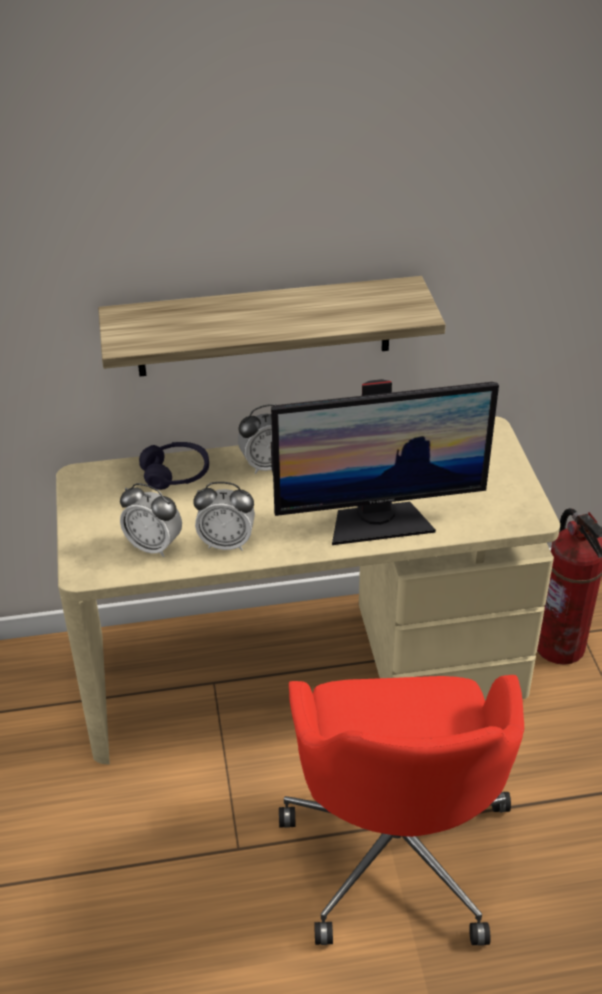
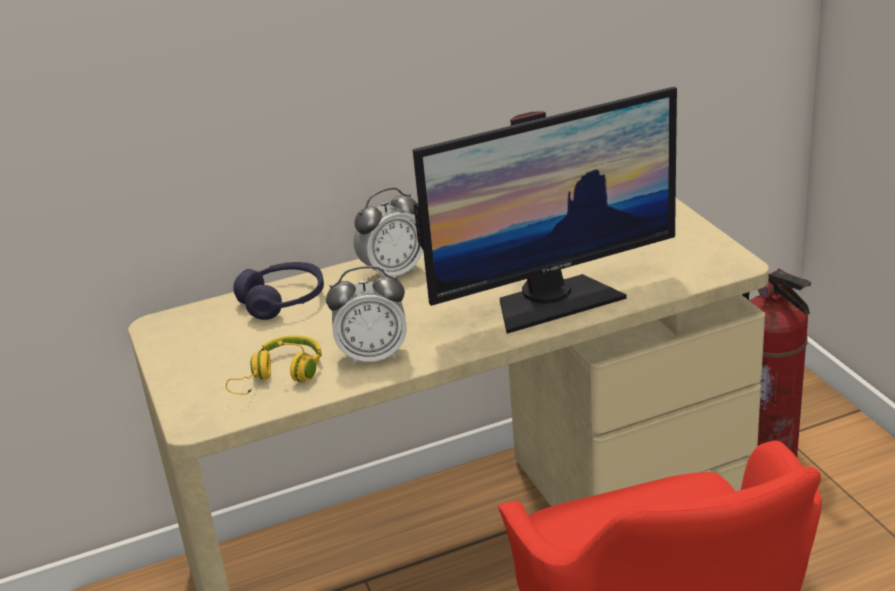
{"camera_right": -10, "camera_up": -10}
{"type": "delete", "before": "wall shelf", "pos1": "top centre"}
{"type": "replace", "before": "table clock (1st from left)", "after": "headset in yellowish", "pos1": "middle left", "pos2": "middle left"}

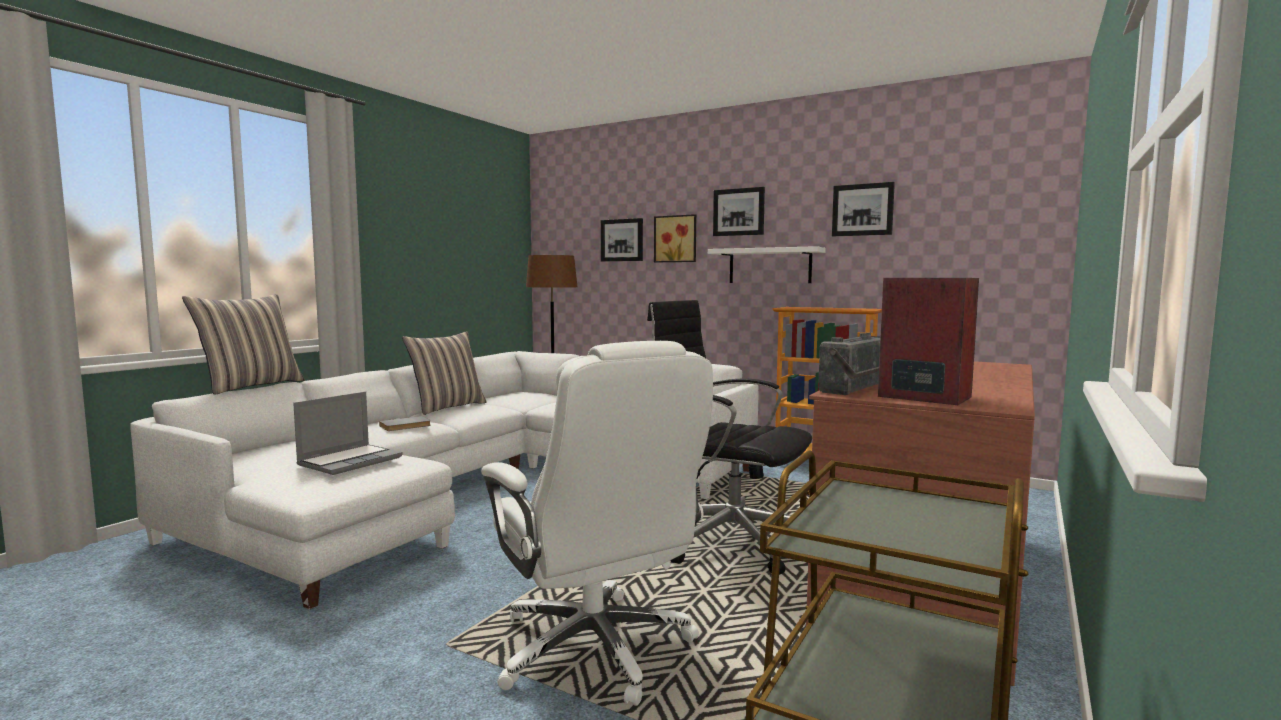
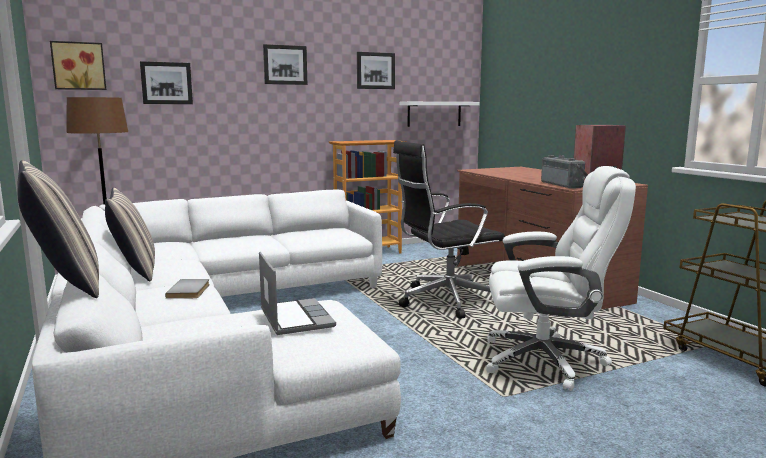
{"camera_right": -55, "camera_up": 5}
{"type": "move", "before": "picture (2nd from left in the first image)", "after": "picture (1st from left)", "pos1": "top centre", "pos2": "top left"}
{"type": "move", "before": "wall shelf in white", "pos1": "centre", "pos2": "top centre"}

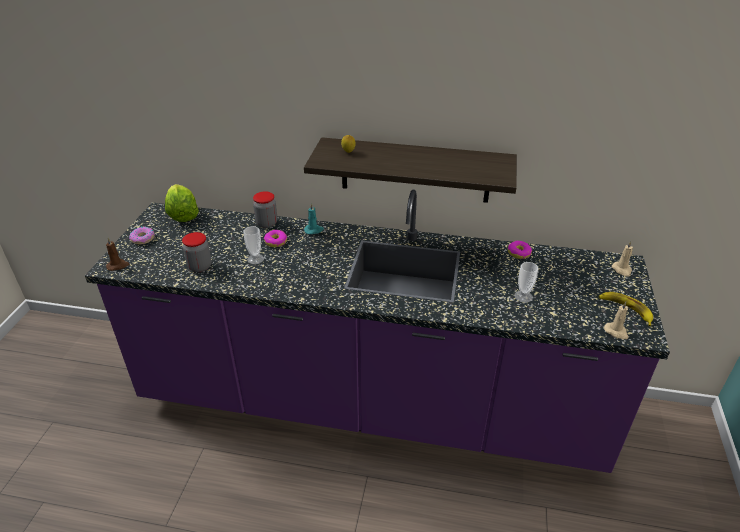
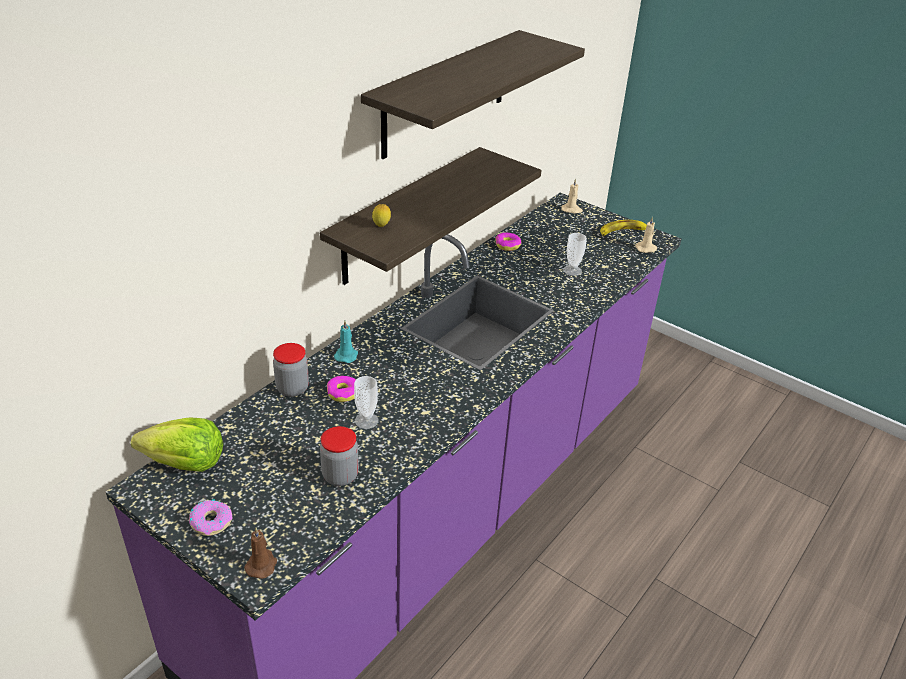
{"camera_right": -65, "camera_up": 0}
{"type": "insert", "after": "wall shelf (2nd from left)", "pos2": "top centre"}

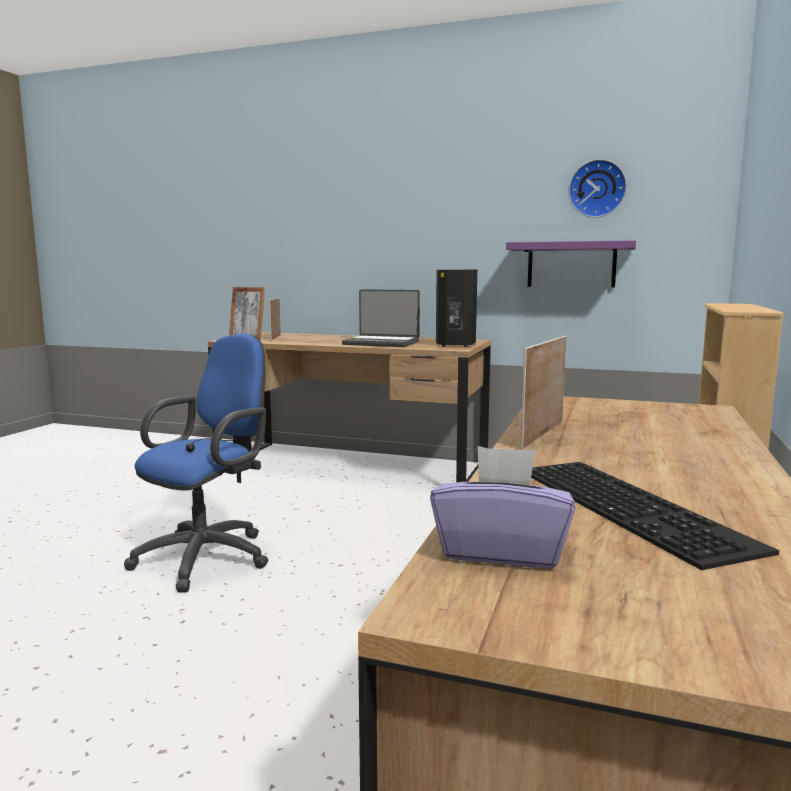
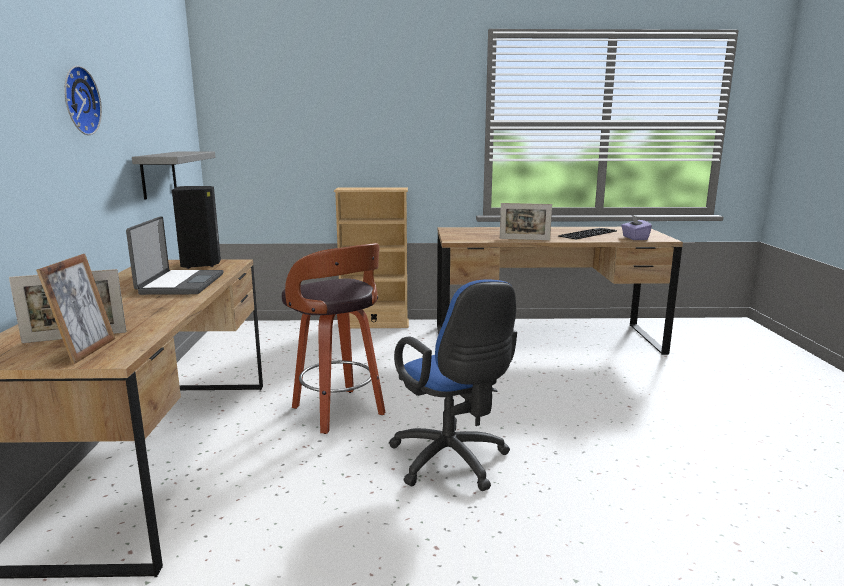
{"camera_right": -110, "camera_up": 5}
{"type": "insert", "after": "sitting stool", "pos2": "centre"}
{"type": "move", "before": "wall clock", "pos1": "top right", "pos2": "top left"}
{"type": "recolor", "before": "wall shelf in purple", "after": "wall shelf in grey", "pos1": "top right", "pos2": "top left"}
{"type": "rotate", "before": "office chair in blue-coloured", "pos1": "middle left", "pos2": "centre", "turn": -135}

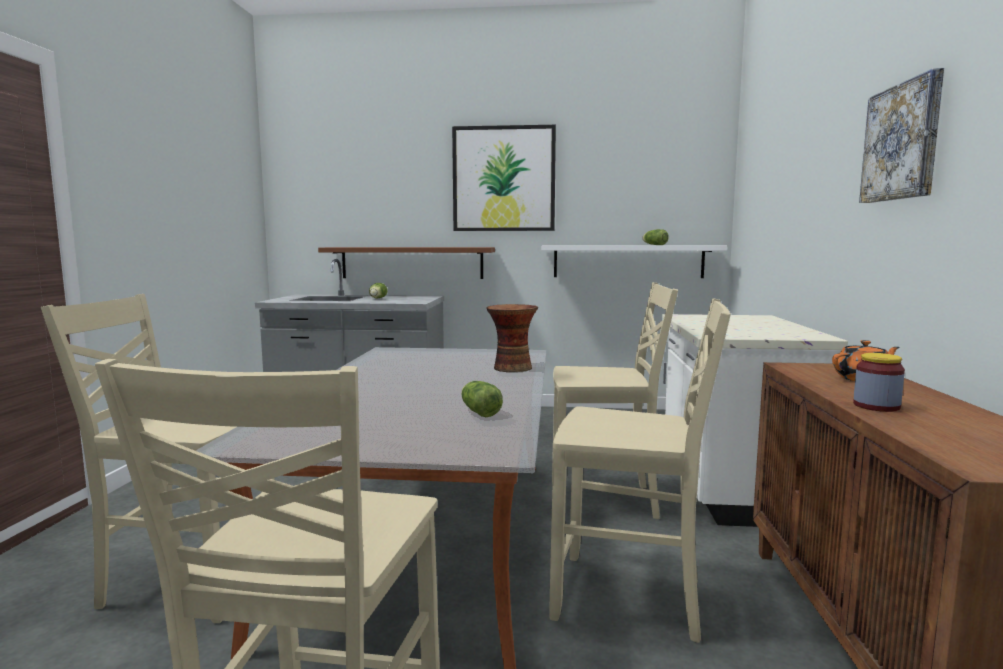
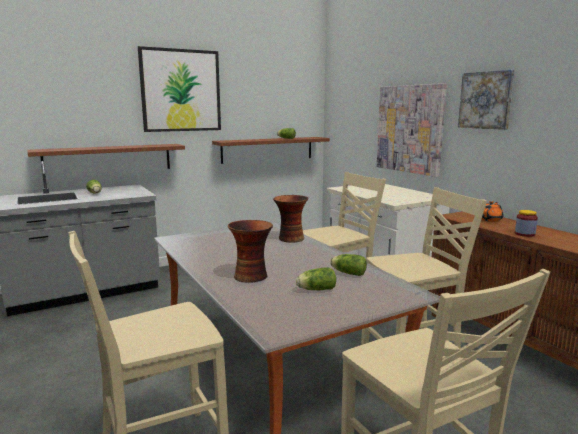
{"camera_right": -35, "camera_up": 5}
{"type": "insert", "after": "vase (1st from left)", "pos2": "centre"}
{"type": "insert", "after": "lettuce (3rd from left)", "pos2": "centre"}
{"type": "insert", "after": "picture (2nd from left)", "pos2": "top right"}
{"type": "recolor", "before": "wall shelf in white", "after": "wall shelf in brownish (2nd from left)", "pos1": "centre", "pos2": "centre"}

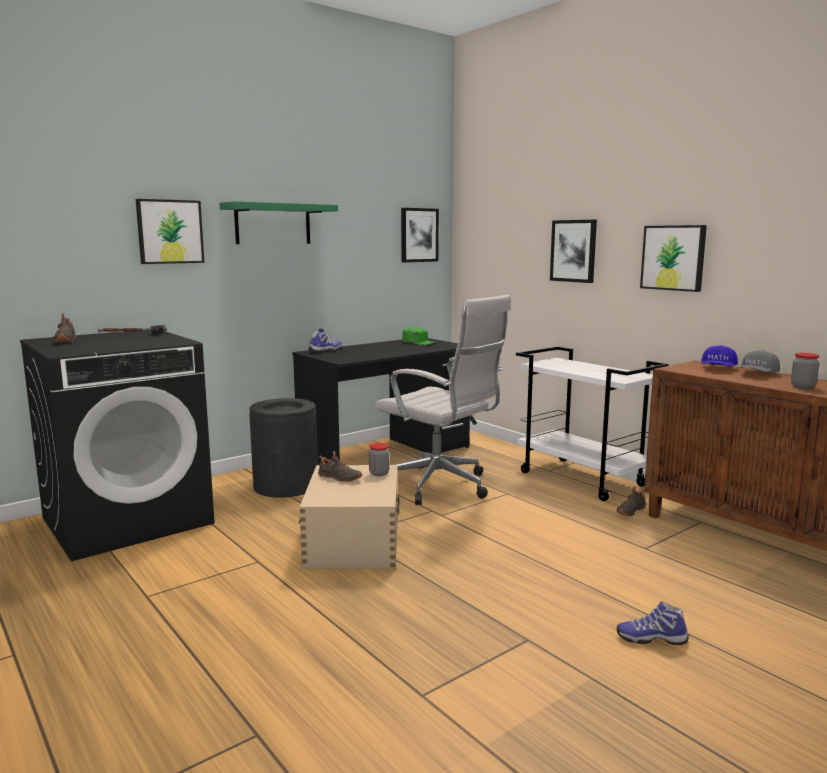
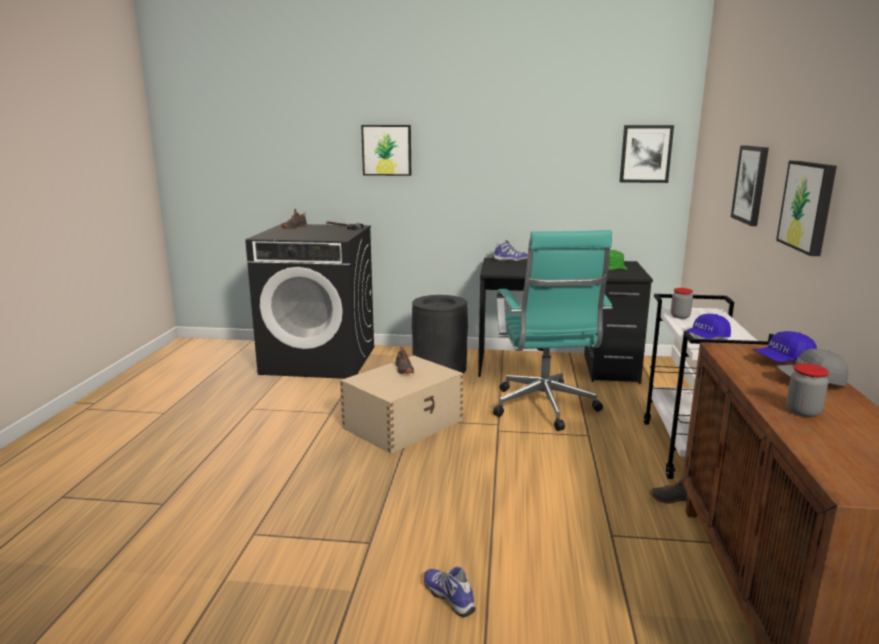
{"camera_right": 45, "camera_up": 5}
{"type": "delete", "before": "wall shelf in green", "pos1": "top centre"}
{"type": "insert", "after": "baseball cap in blue-coloured (1st from left)", "pos2": "middle right"}
{"type": "move", "before": "jar (1st from left)", "pos1": "centre", "pos2": "middle right"}
{"type": "recolor", "before": "office chair in white", "after": "office chair in turquoise", "pos1": "centre", "pos2": "centre"}

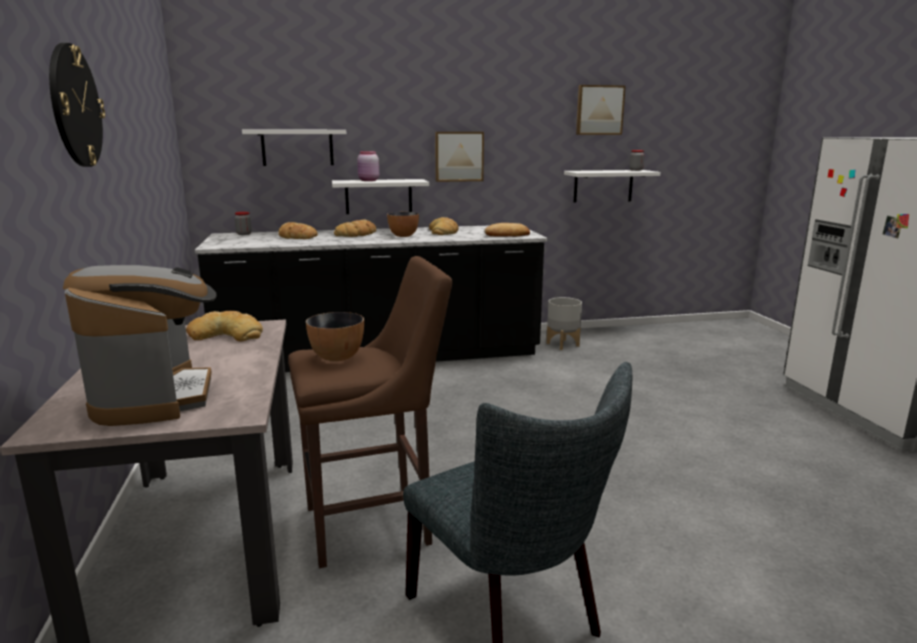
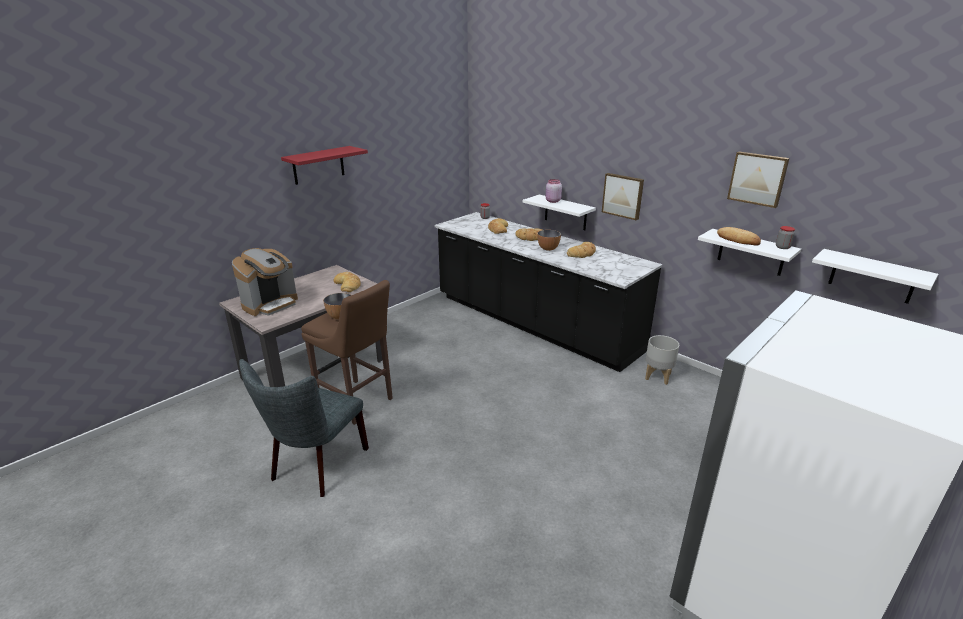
{"camera_right": 55, "camera_up": 10}
{"type": "move", "before": "wall shelf in white (1st from left in the first image)", "after": "wall shelf in white (3rd from left)", "pos1": "top left", "pos2": "middle right"}
{"type": "move", "before": "bakery bread (5th from left)", "pos1": "centre", "pos2": "middle right"}
{"type": "replace", "before": "wall clock", "after": "wall shelf in red-coloured", "pos1": "top left", "pos2": "top centre"}

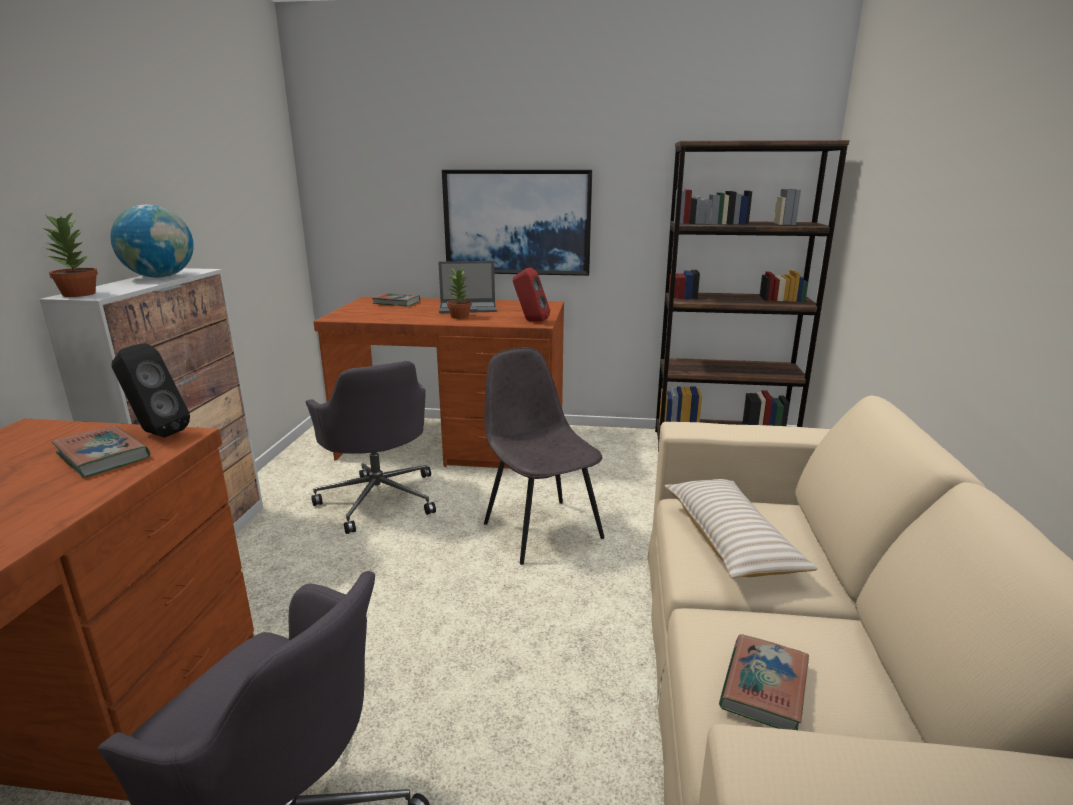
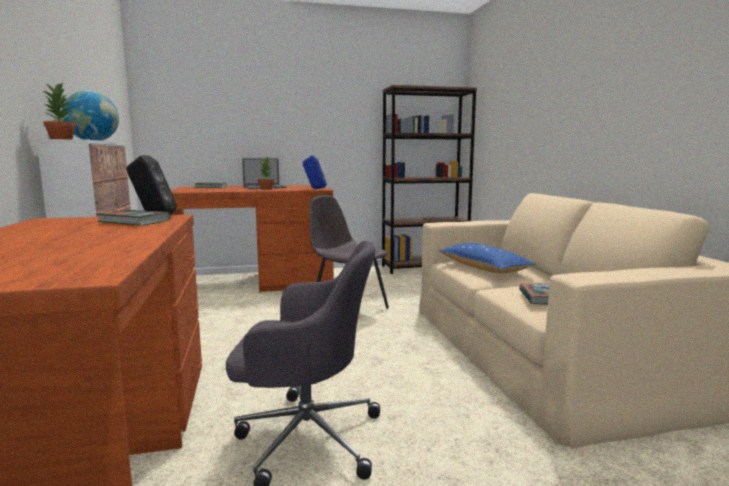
{"camera_right": -20, "camera_up": -10}
{"type": "delete", "before": "office chair in grey (2nd from left)", "pos1": "centre"}
{"type": "delete", "before": "picture", "pos1": "top centre"}
{"type": "recolor", "before": "audio speaker in red-coloured", "after": "audio speaker in blue-coloured", "pos1": "centre", "pos2": "centre"}
{"type": "recolor", "before": "cushion in beige-coloured", "after": "cushion in blue-coloured", "pos1": "middle right", "pos2": "middle right"}

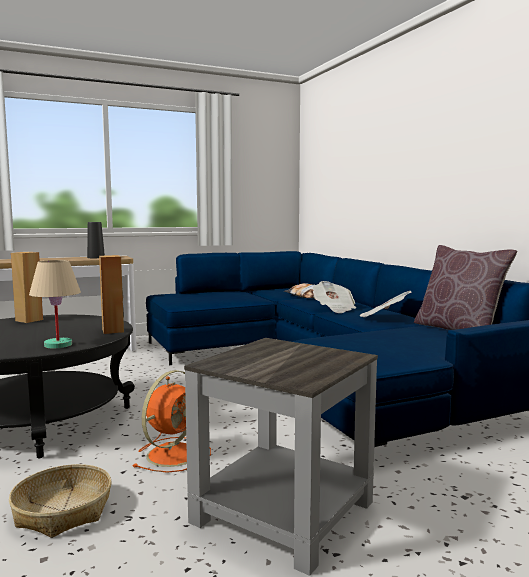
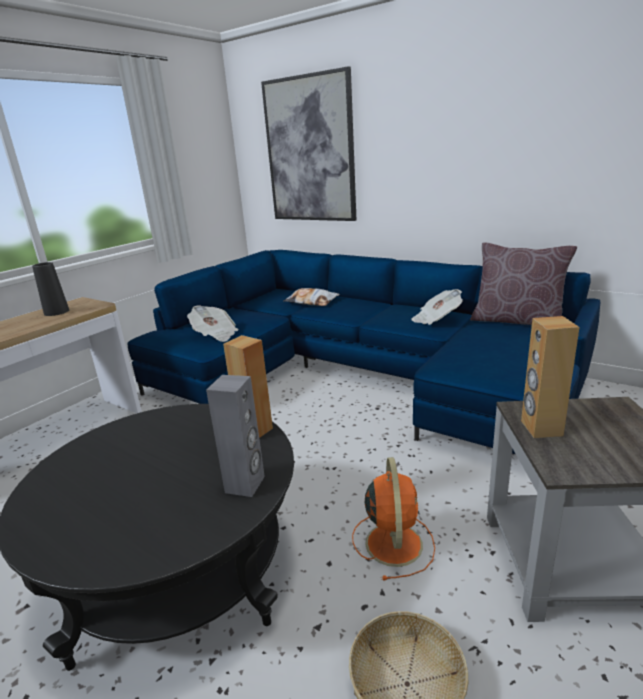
{"camera_right": -30, "camera_up": 15}
{"type": "insert", "after": "picture", "pos2": "top centre"}
{"type": "move", "before": "audio speaker in brownish (1st from left in the first image)", "after": "audio speaker in brownish (2nd from left)", "pos1": "middle left", "pos2": "middle right"}
{"type": "move", "before": "printed paper (1st from left)", "pos1": "centre", "pos2": "middle left"}
{"type": "replace", "before": "table lamp in beige-coloured", "after": "audio speaker in grey", "pos1": "middle left", "pos2": "centre"}

